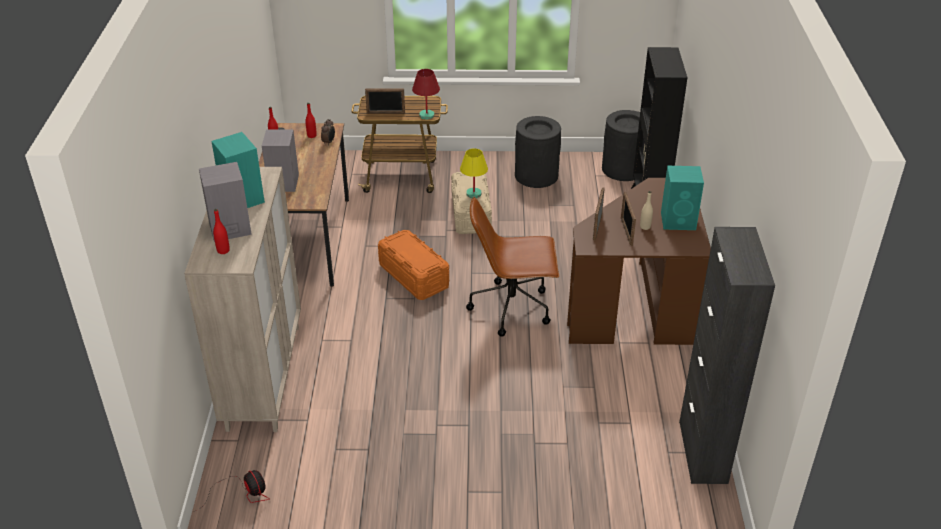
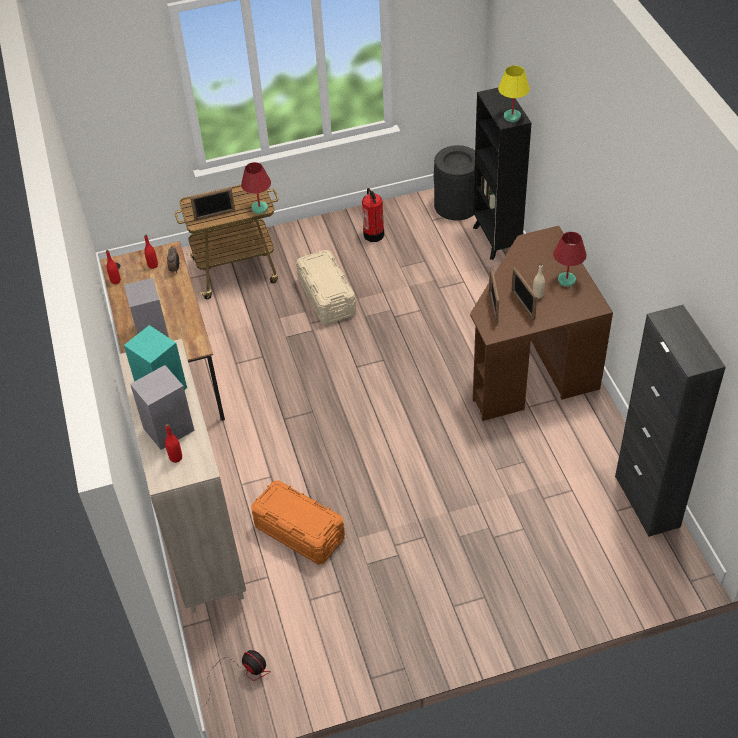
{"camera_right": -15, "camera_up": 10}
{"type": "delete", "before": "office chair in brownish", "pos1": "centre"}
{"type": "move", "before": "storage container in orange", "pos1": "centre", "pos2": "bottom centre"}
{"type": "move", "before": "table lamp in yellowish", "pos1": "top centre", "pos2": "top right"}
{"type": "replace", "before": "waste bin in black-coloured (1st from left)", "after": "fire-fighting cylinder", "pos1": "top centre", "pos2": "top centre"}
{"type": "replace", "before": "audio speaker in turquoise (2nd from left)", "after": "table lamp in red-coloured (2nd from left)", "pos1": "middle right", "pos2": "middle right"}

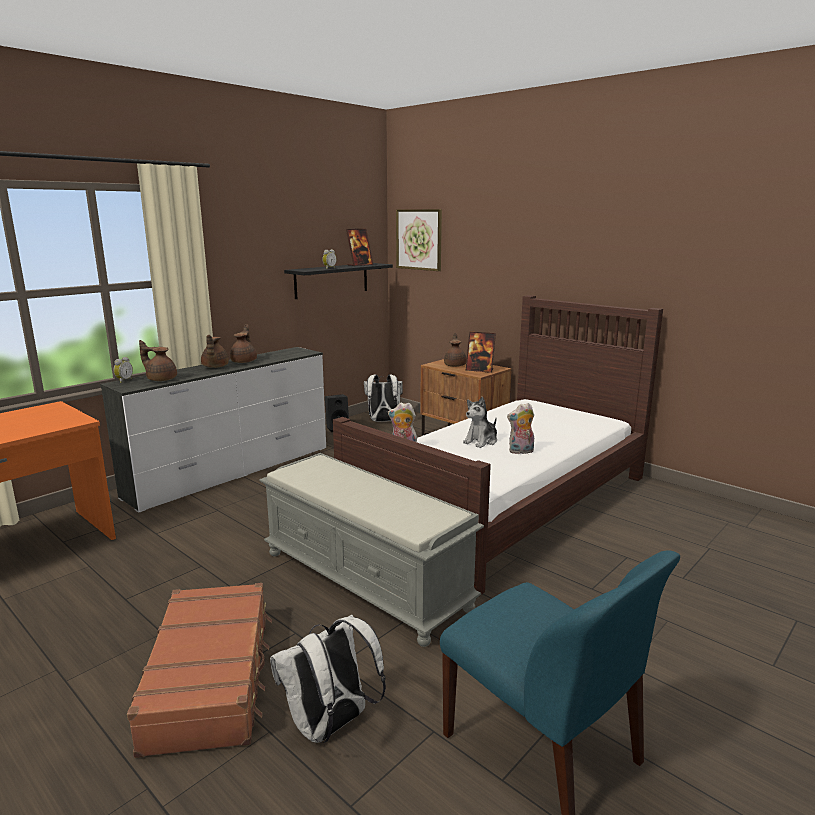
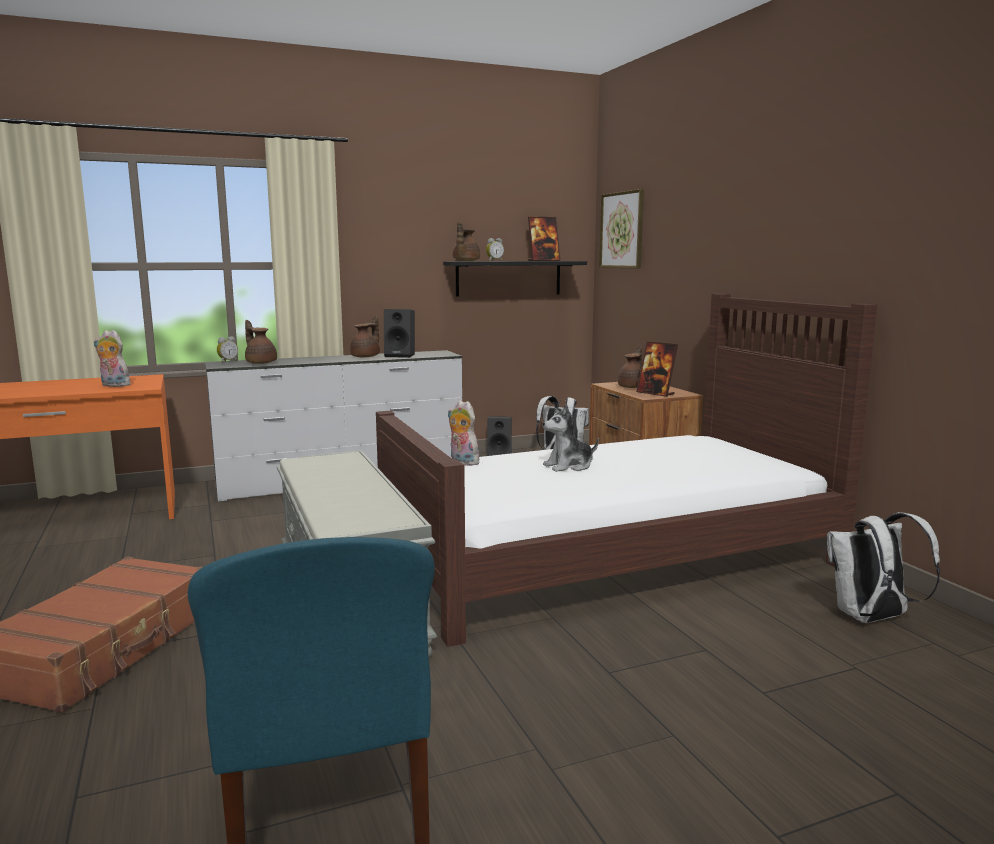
{"camera_right": 25, "camera_up": -5}
{"type": "insert", "after": "audio speaker in black-coloured (1st from left)", "pos2": "centre"}
{"type": "move", "before": "tea pot in brownish (2nd from left in the first image)", "after": "tea pot in brownish (3rd from left)", "pos1": "middle left", "pos2": "top centre"}
{"type": "move", "before": "rucksack in white (1st from left in the first image)", "after": "rucksack in white (2nd from left)", "pos1": "bottom centre", "pos2": "bottom right"}
{"type": "move", "before": "soft toy (3rd from left in the first image)", "after": "soft toy (1st from left)", "pos1": "centre", "pos2": "middle left"}

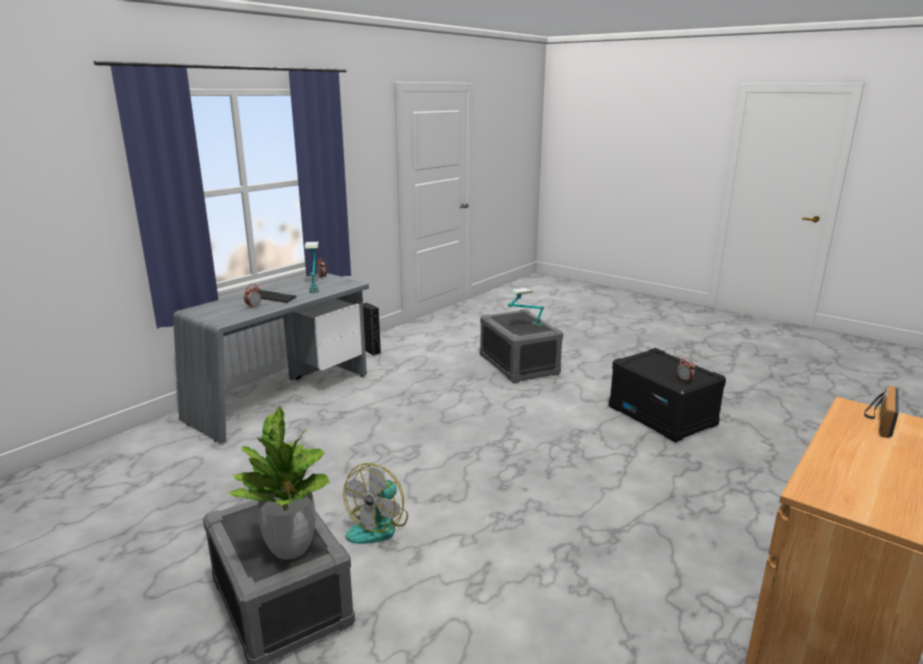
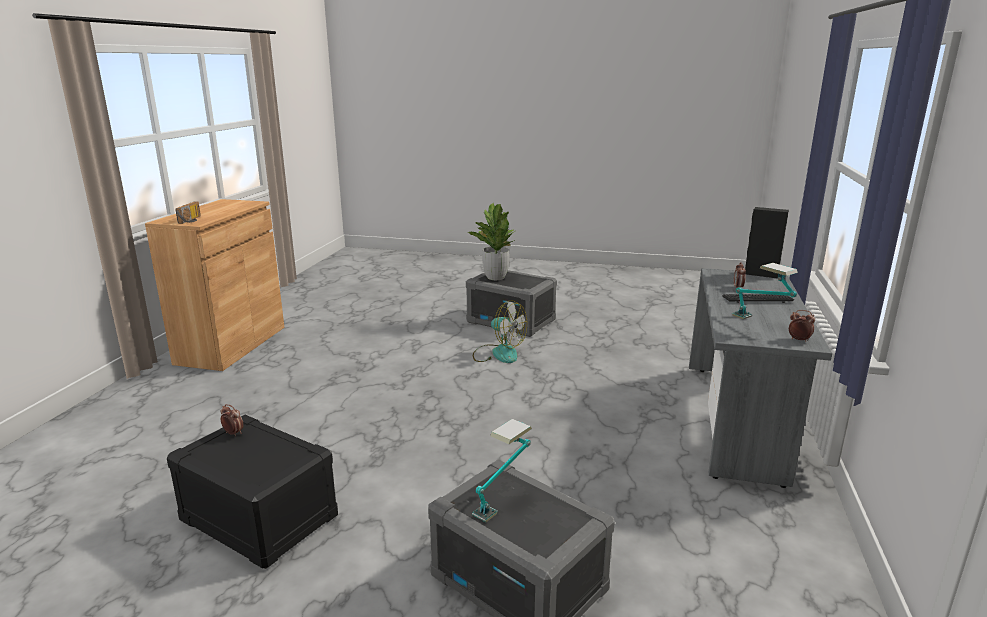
{"camera_right": 155, "camera_up": 0}
{"type": "move", "before": "audio speaker in black-coloured", "pos1": "centre", "pos2": "middle right"}
{"type": "rotate", "before": "fan", "pos1": "bottom centre", "pos2": "centre", "turn": 120}

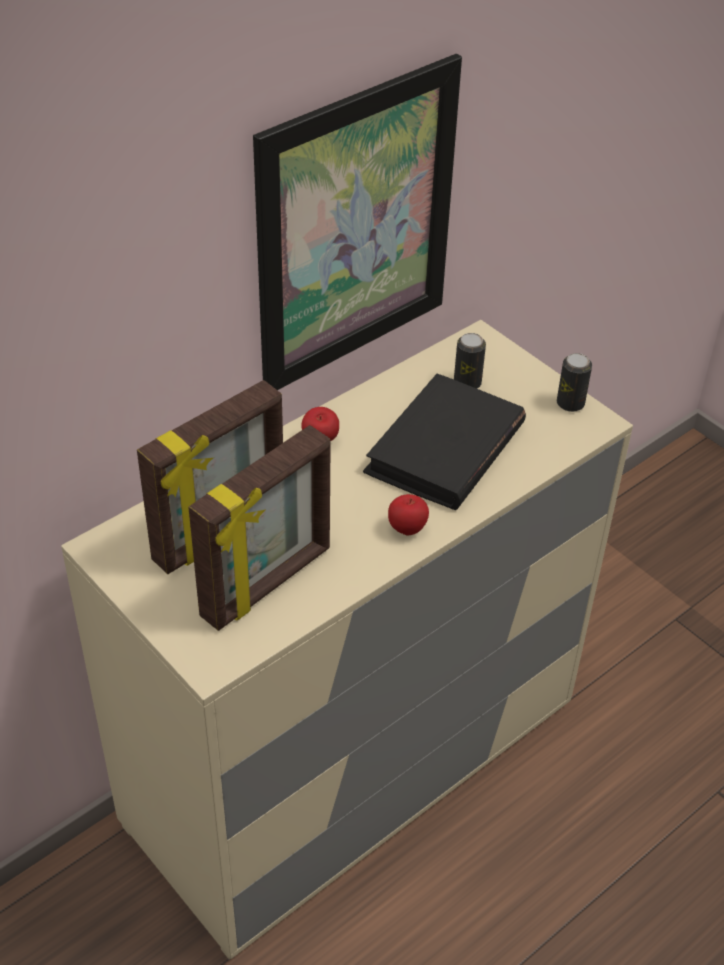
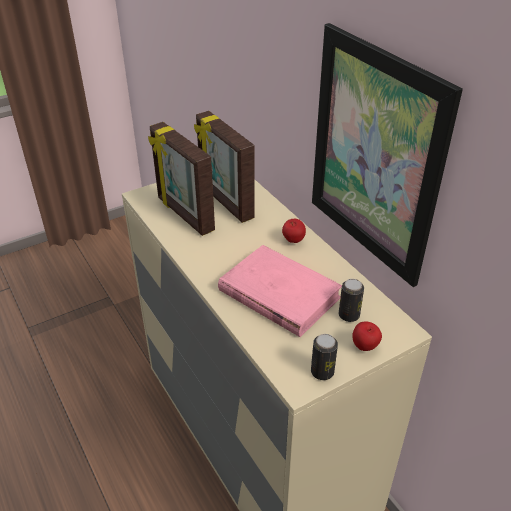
{"camera_right": 100, "camera_up": -5}
{"type": "move", "before": "apple fruit (2nd from left)", "pos1": "centre", "pos2": "middle right"}
{"type": "recolor", "before": "book in black-coloured", "after": "book in pink-coloured", "pos1": "centre", "pos2": "centre"}

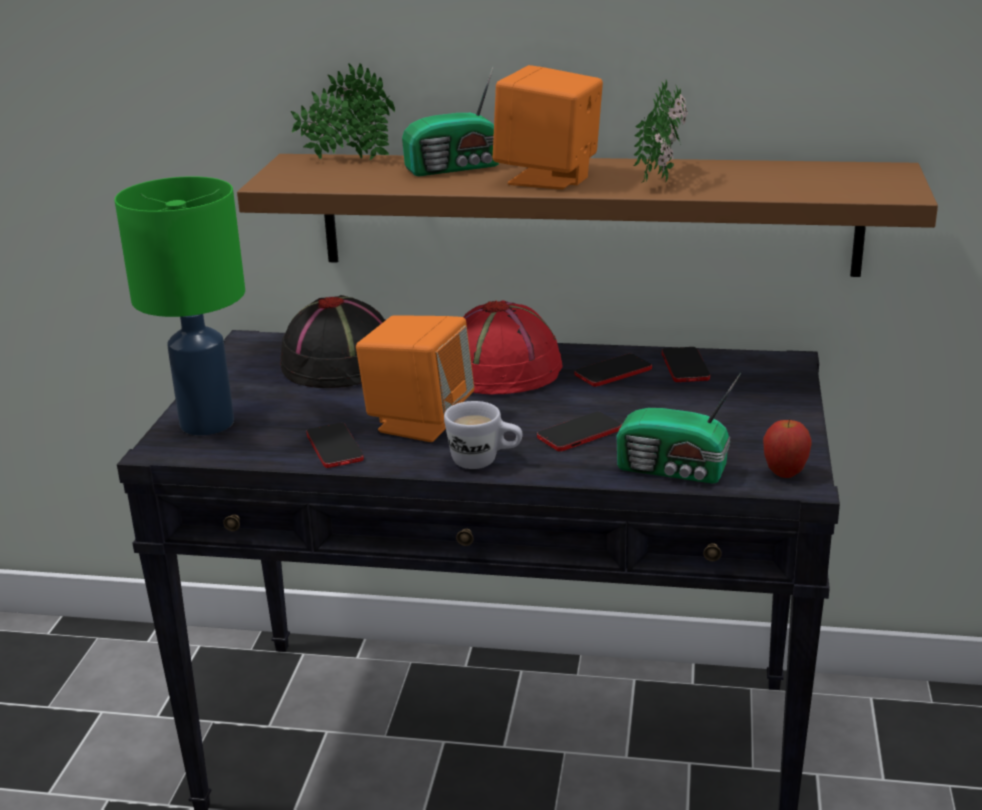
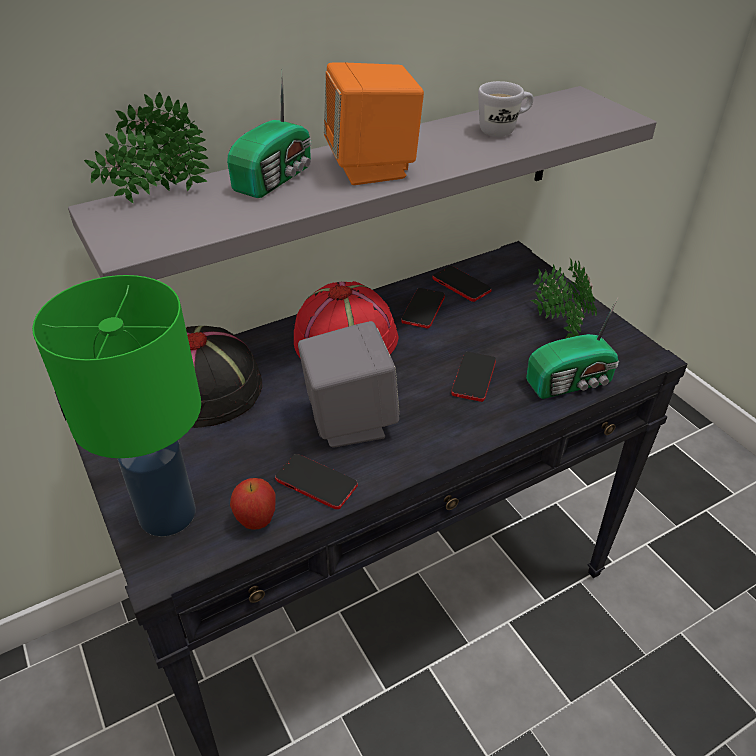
{"camera_right": -40, "camera_up": 15}
{"type": "move", "before": "tea mug in white", "pos1": "centre", "pos2": "top right"}
{"type": "move", "before": "houseplant (2nd from left)", "pos1": "top right", "pos2": "middle right"}
{"type": "move", "before": "apple fruit", "pos1": "middle right", "pos2": "bottom centre"}
{"type": "recolor", "before": "wall shelf in brownish", "after": "wall shelf in grey", "pos1": "top centre", "pos2": "top centre"}
{"type": "recolor", "before": "audio speaker in orange (1st from left)", "after": "audio speaker in grey", "pos1": "centre", "pos2": "centre"}

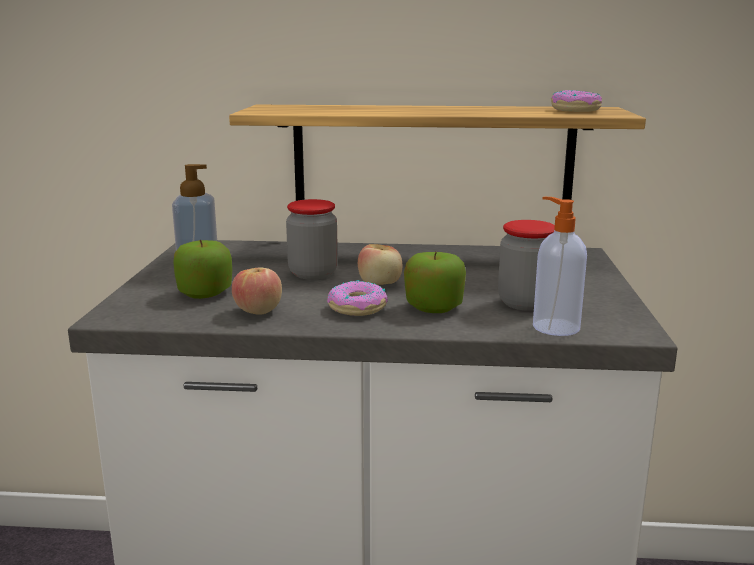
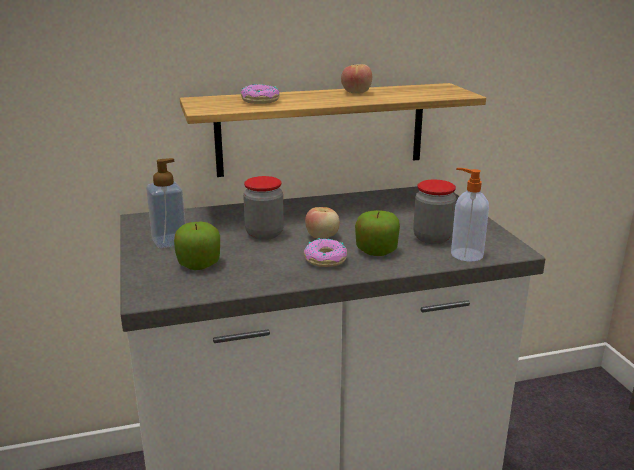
{"camera_right": -20, "camera_up": 5}
{"type": "move", "before": "apple fruit (2nd from left in the first image)", "after": "apple fruit (3rd from left)", "pos1": "centre", "pos2": "top centre"}
{"type": "move", "before": "donut (2nd from left in the first image)", "after": "donut (1st from left)", "pos1": "top right", "pos2": "top centre"}

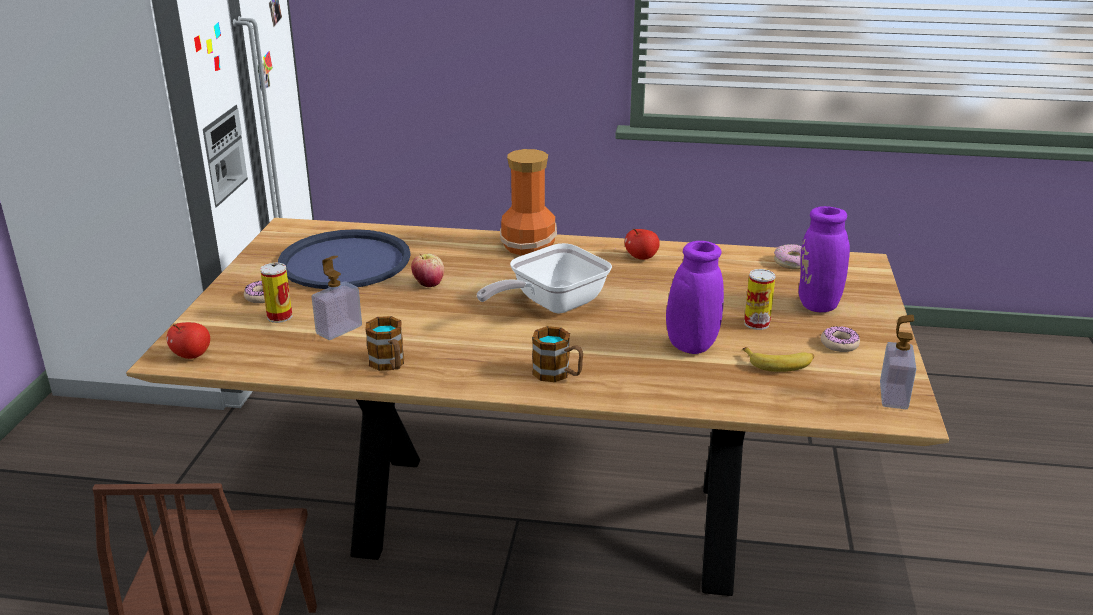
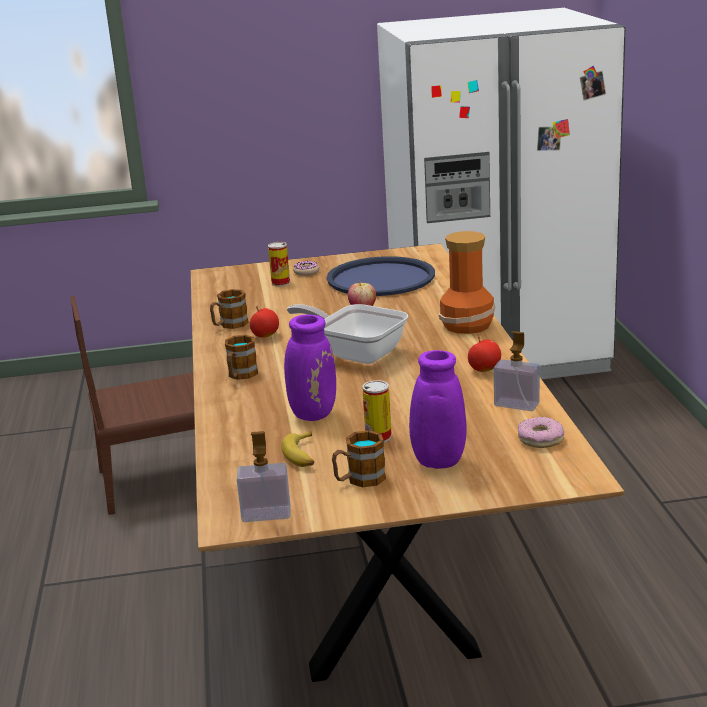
{"camera_right": 75, "camera_up": -5}
{"type": "move", "before": "apple fruit (1st from left)", "pos1": "middle left", "pos2": "centre"}
{"type": "move", "before": "liquid soap bottle (1st from left in the first image)", "after": "liquid soap bottle (2nd from left)", "pos1": "middle left", "pos2": "middle right"}
{"type": "replace", "before": "donut (3rd from left)", "after": "tea mug (3rd from left)", "pos1": "middle right", "pos2": "centre"}

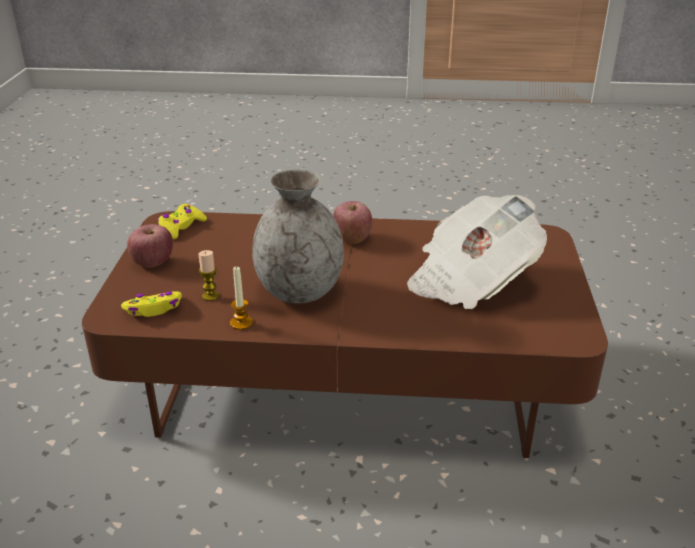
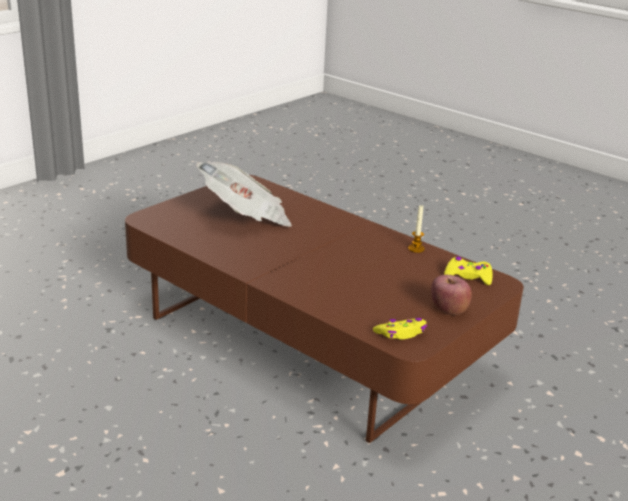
{"camera_right": -145, "camera_up": -5}
{"type": "delete", "before": "wax light (1st from left)", "pos1": "middle left"}
{"type": "delete", "before": "vase in grey", "pos1": "centre"}
{"type": "delete", "before": "apple fruit (2nd from left)", "pos1": "centre"}

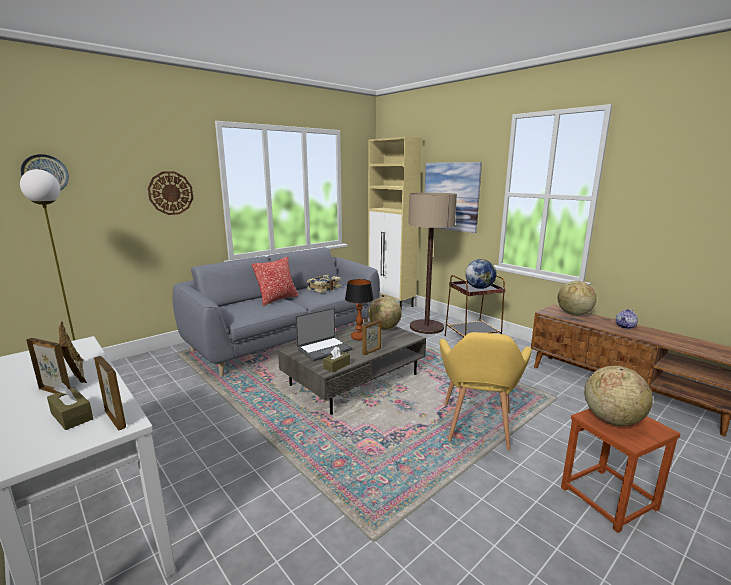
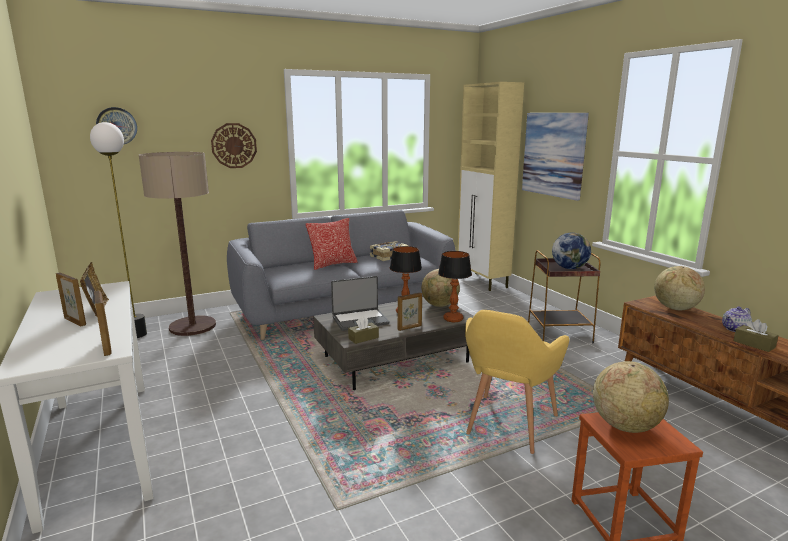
{"camera_right": 15, "camera_up": 0}
{"type": "insert", "after": "table lamp (2nd from left)", "pos2": "centre"}
{"type": "move", "before": "box of tissues in brownish (1st from left in the first image)", "after": "box of tissues in brownish (2nd from left)", "pos1": "bottom left", "pos2": "middle right"}
{"type": "move", "before": "standard lamp (2nd from left)", "pos1": "centre", "pos2": "middle left"}

